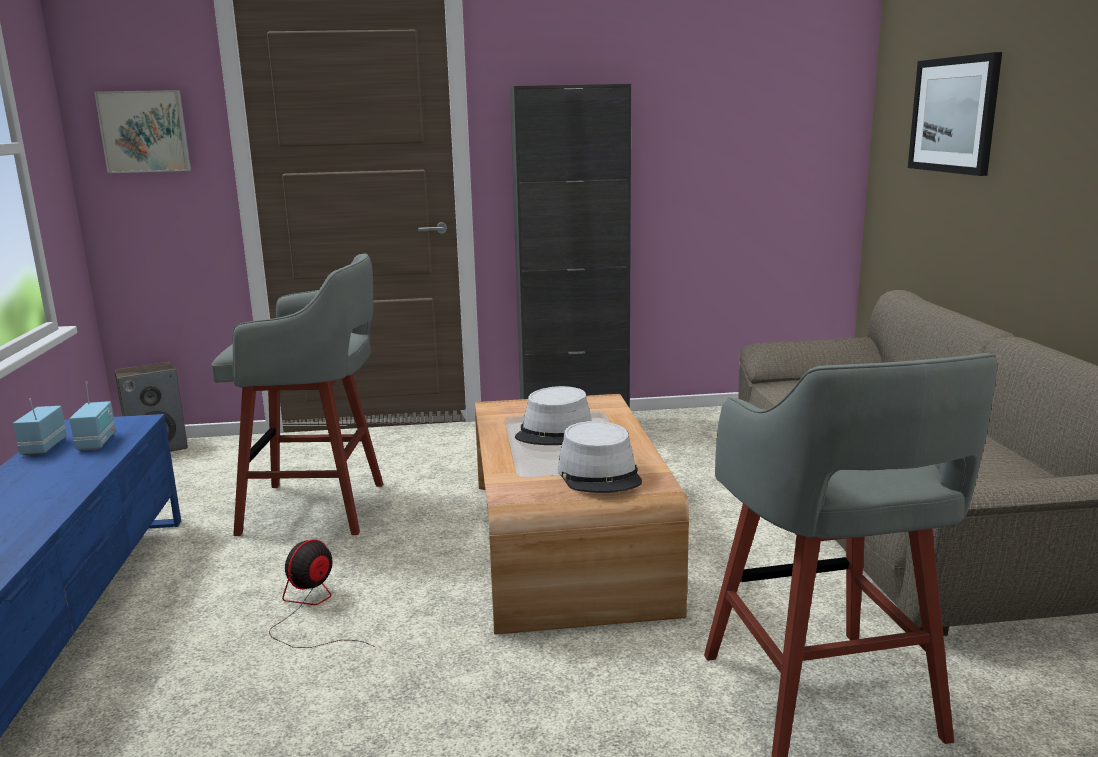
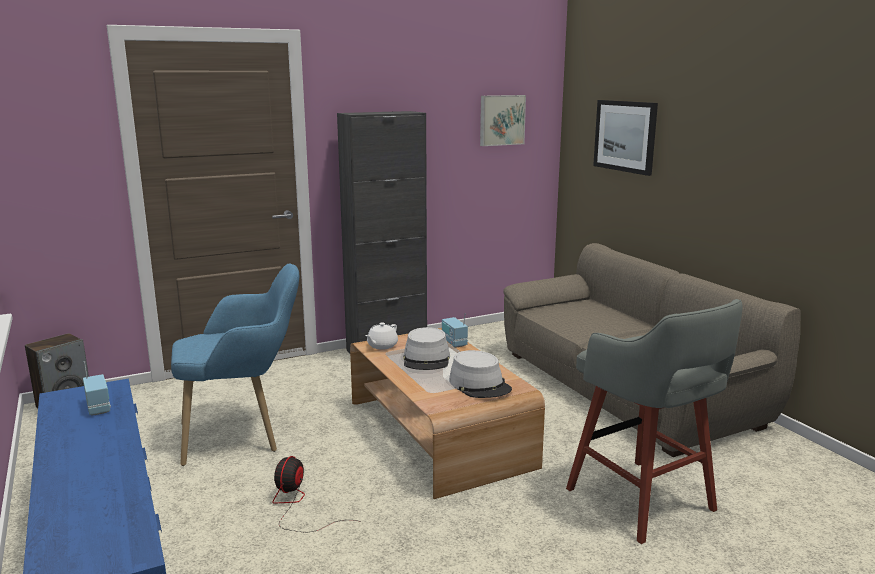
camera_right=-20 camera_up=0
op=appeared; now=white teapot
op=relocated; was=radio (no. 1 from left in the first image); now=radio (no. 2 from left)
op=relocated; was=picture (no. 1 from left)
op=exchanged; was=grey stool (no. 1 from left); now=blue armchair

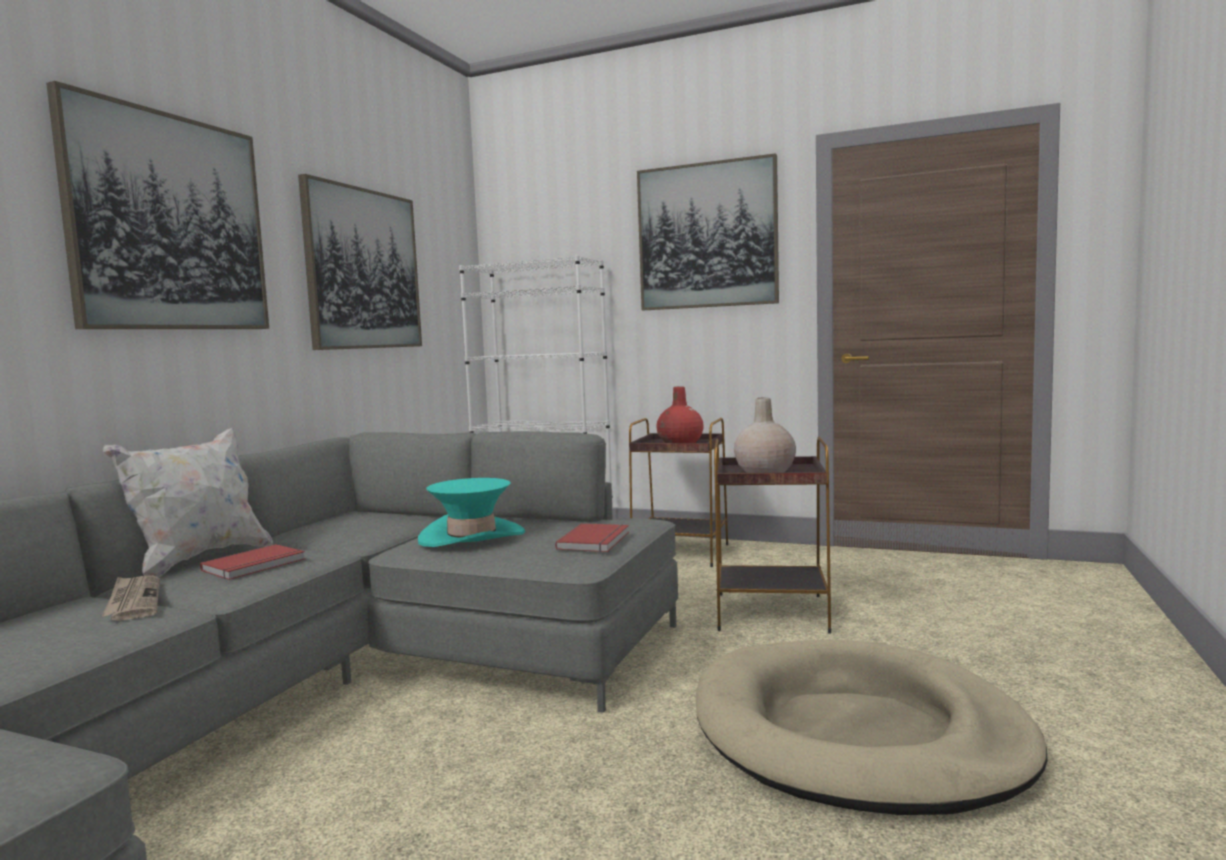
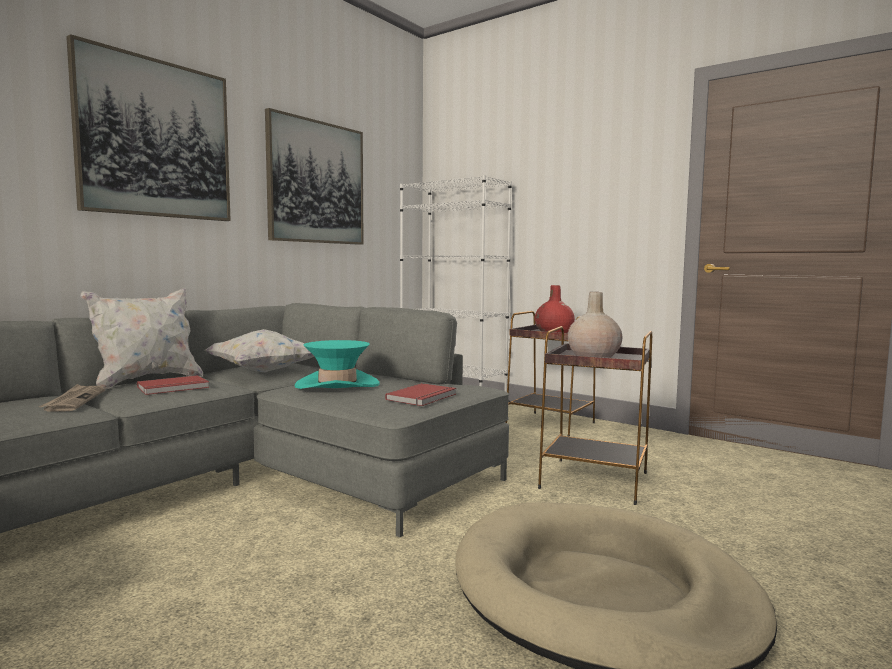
camera_right=15 camera_up=0
op=missing; was=picture (no. 3 from left)
op=appeared; now=white pillow (no. 2 from left)

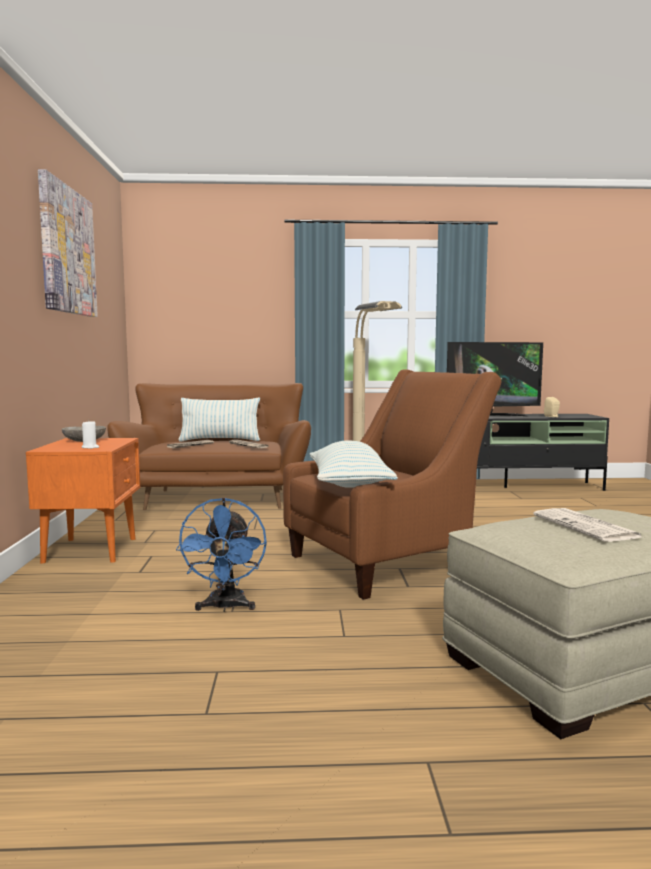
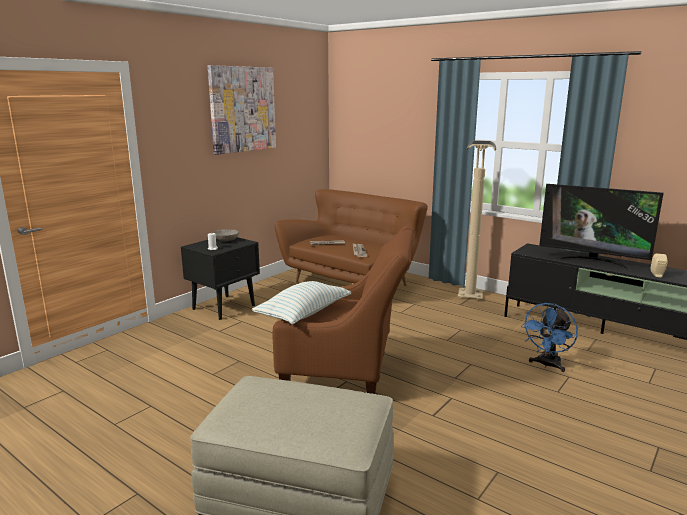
camera_right=40 camera_up=10
op=missing; was=pillow (no. 1 from left)
op=missing; was=newspaper (no. 3 from left)
op=relocated; was=blue fan
op=colour; was=orange nightstand; now=black nightstand

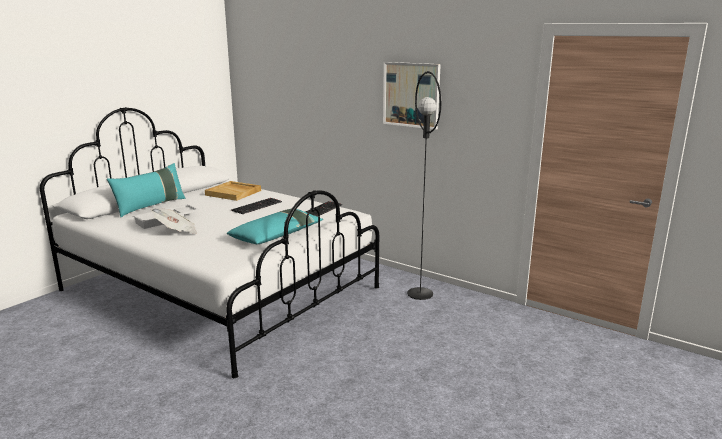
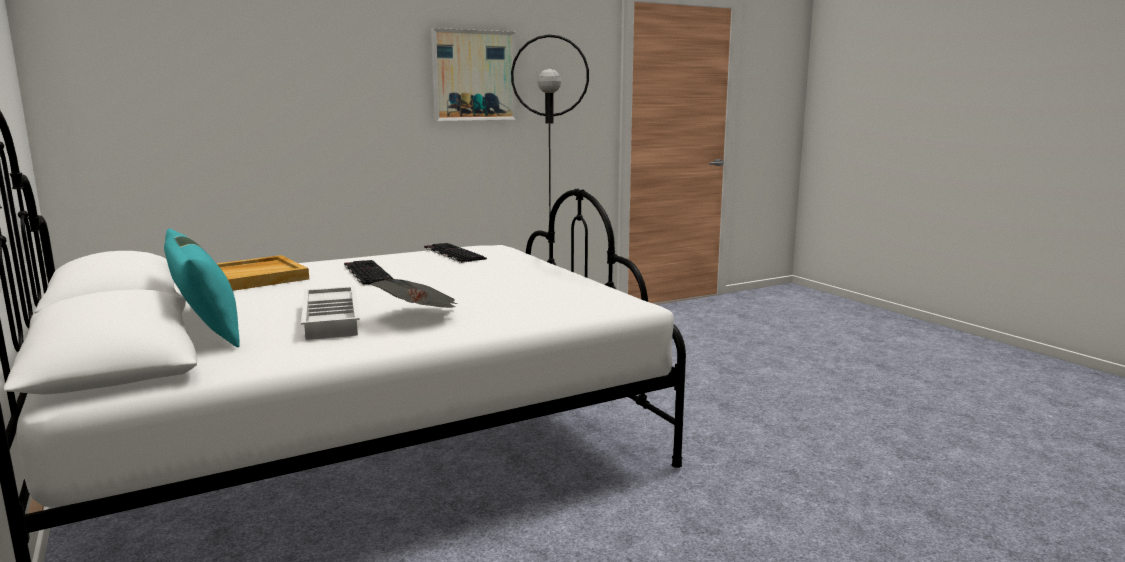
camera_right=-65 camera_up=-5
op=missing; was=turquoise pillow (no. 2 from left)

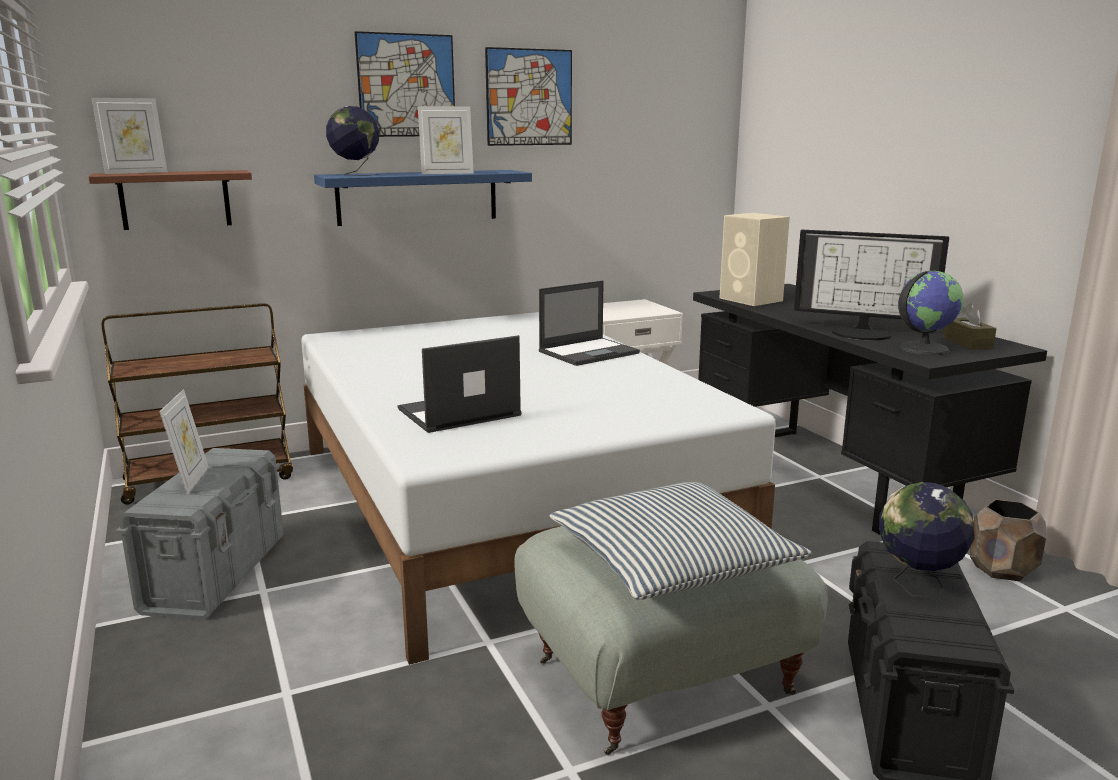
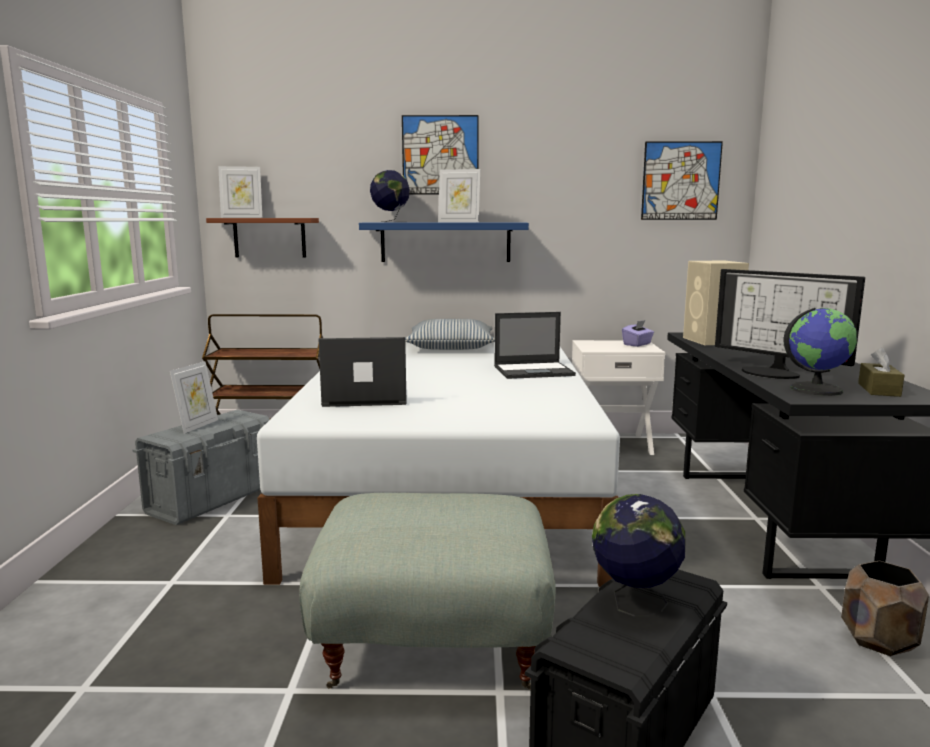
camera_right=25 camera_up=-5
op=appeared; now=purple tissue box
op=relocated; was=picture (no. 2 from left)
op=relocated; was=pillow

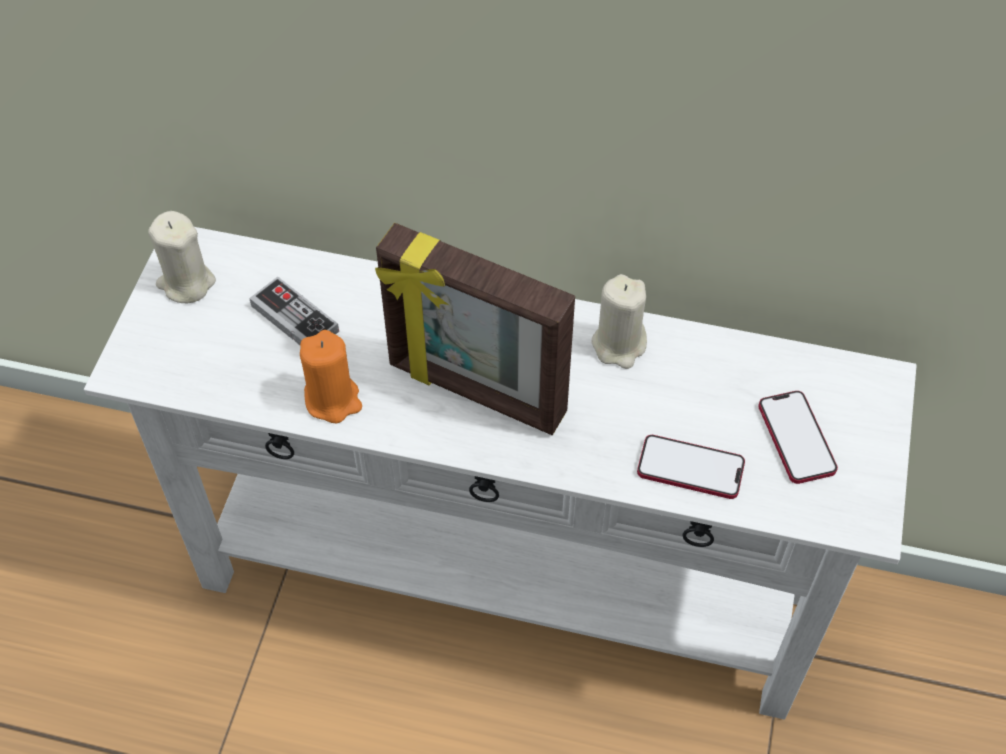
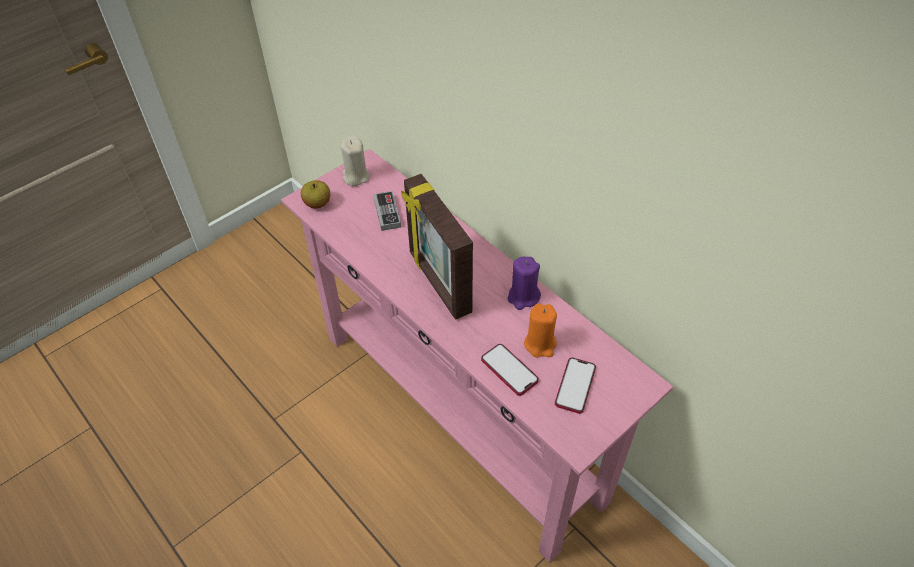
camera_right=35 camera_up=-5
op=appeared; now=apple
op=relocated; was=orange candle
op=colour; was=white console table; now=pink console table
op=colour; was=beige candle (no. 2 from left); now=purple candle

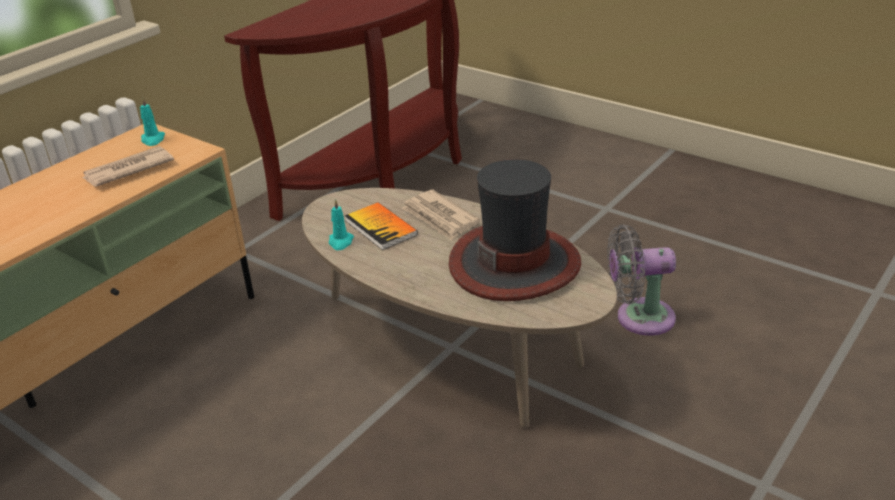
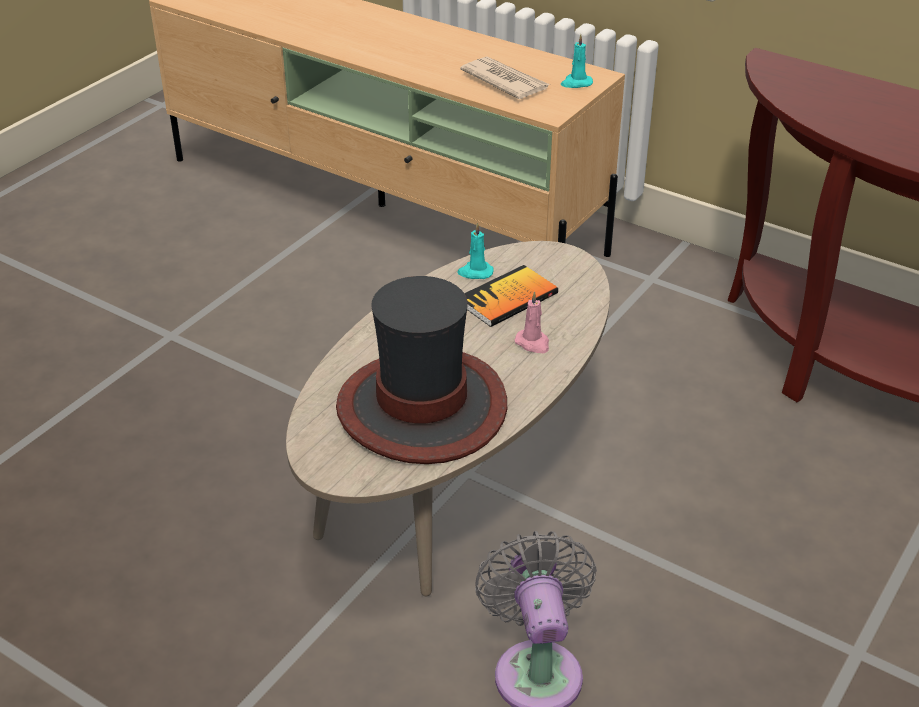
camera_right=85 camera_up=5
op=exchanged; was=newspaper (no. 2 from left); now=pink candle

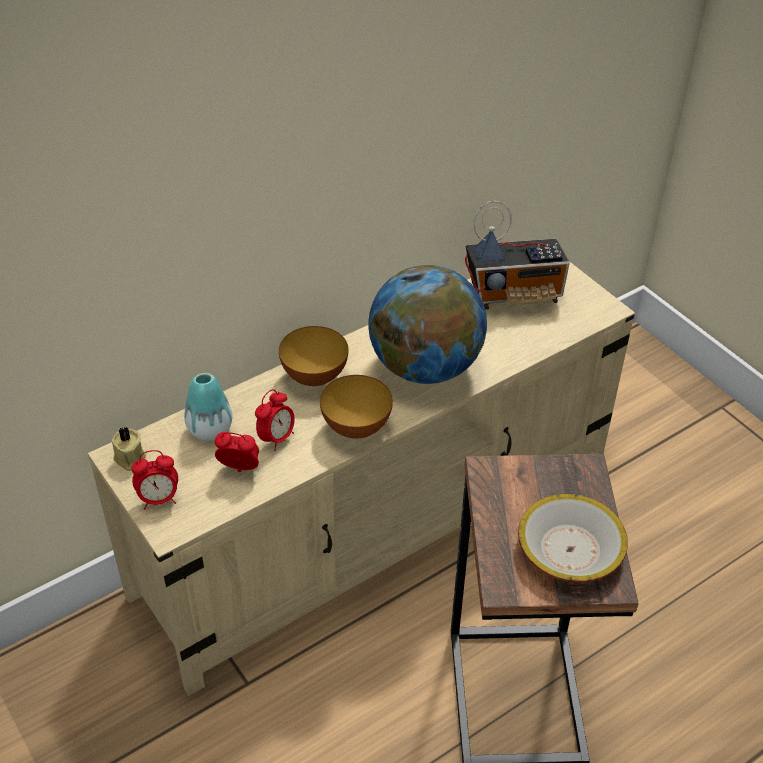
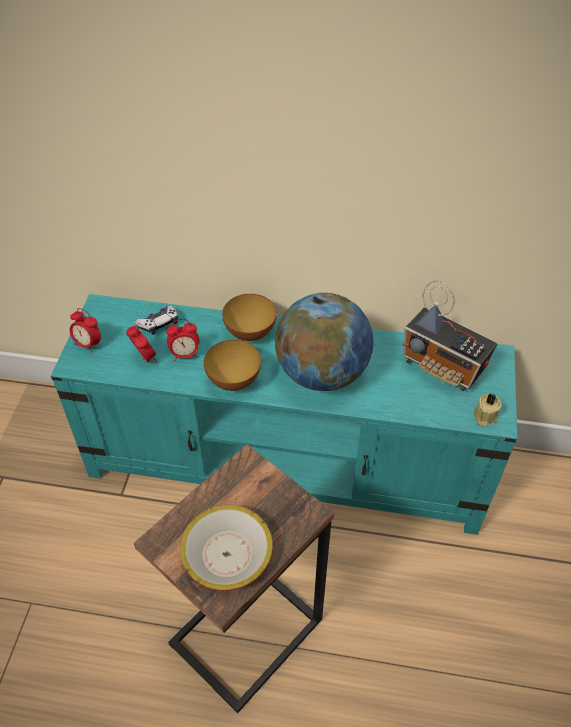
camera_right=45 camera_up=5
op=relocated; was=beige candle
op=exchanged; was=vase; now=game controller
op=colour; was=beige tv stand; now=turquoise tv stand

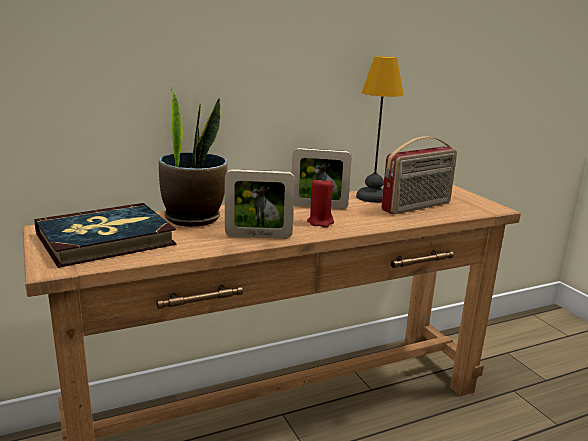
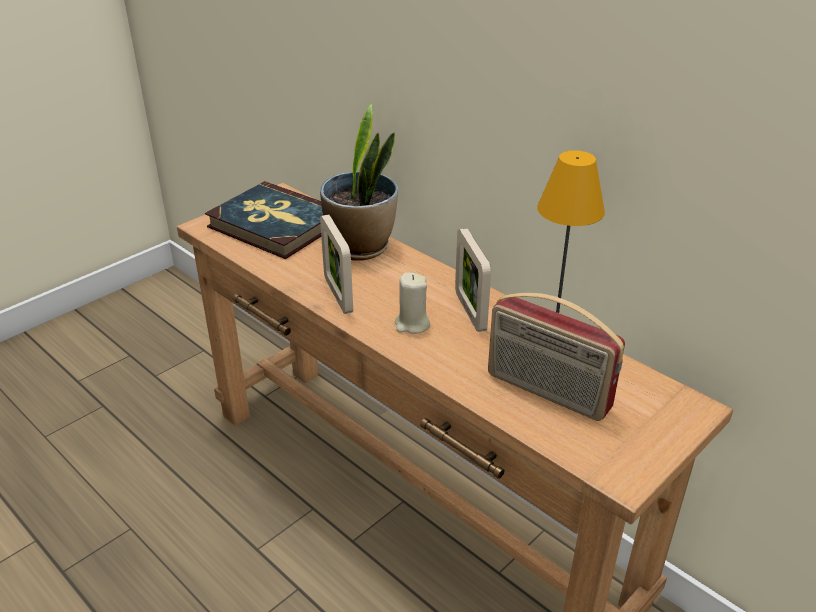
camera_right=70 camera_up=15
op=colour; was=red candle; now=beige candle

